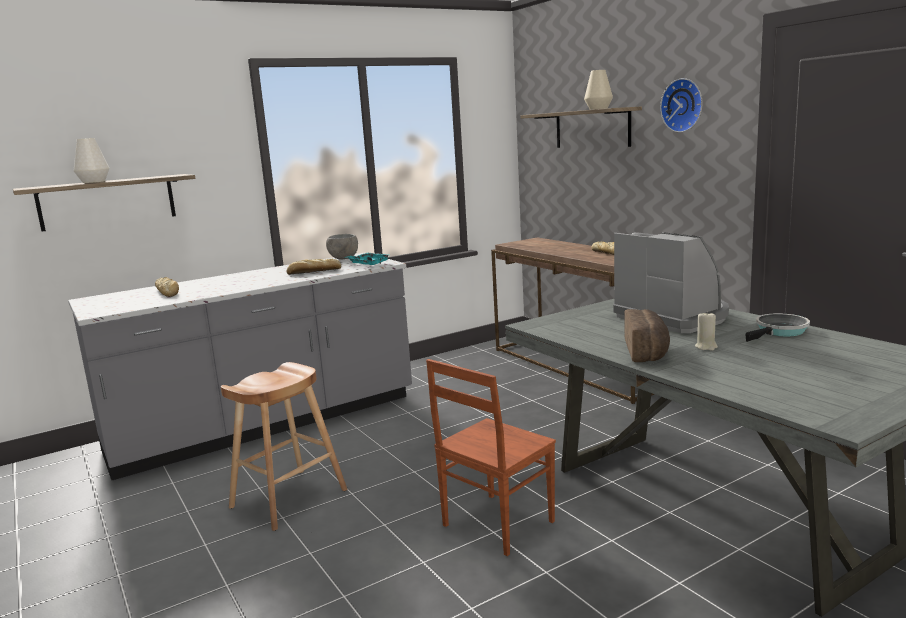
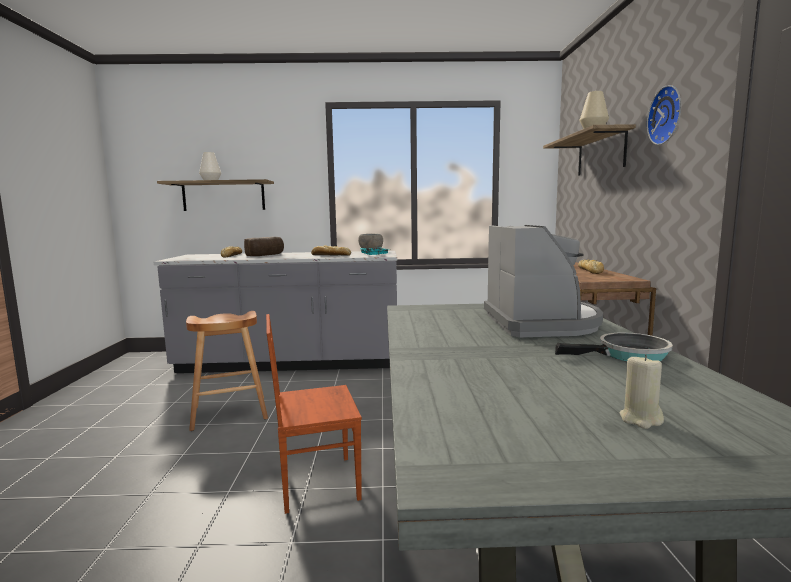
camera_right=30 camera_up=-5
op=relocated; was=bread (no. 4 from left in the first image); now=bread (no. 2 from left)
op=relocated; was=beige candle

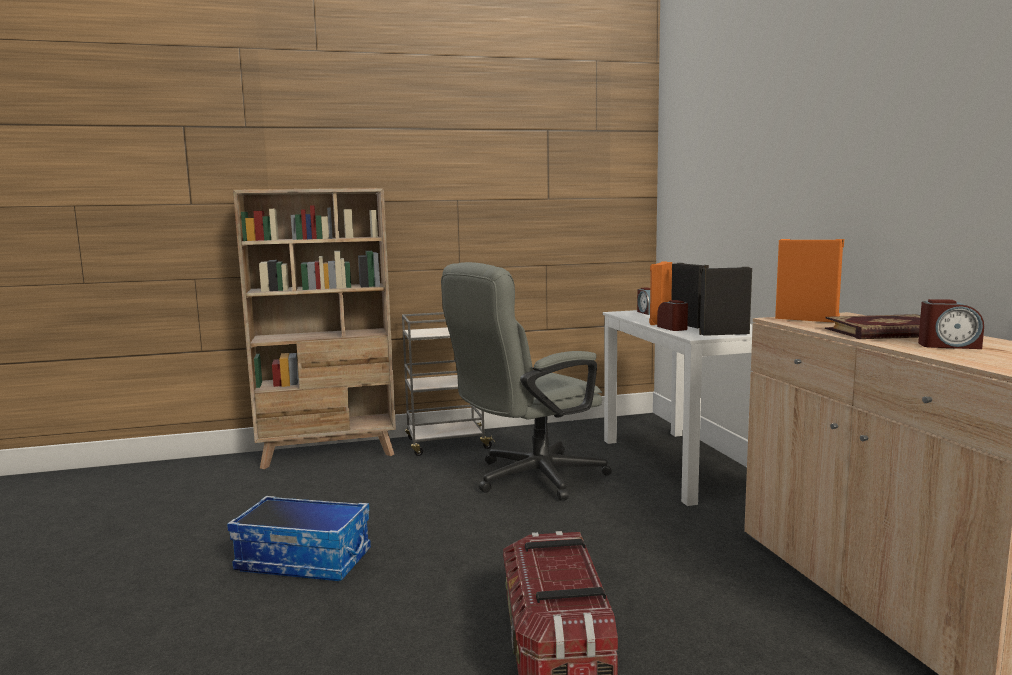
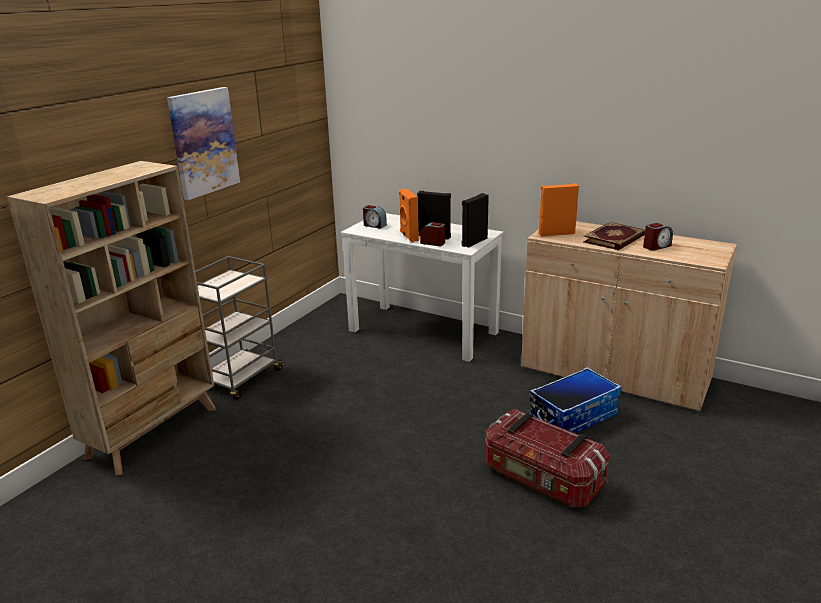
camera_right=-45 camera_up=15
op=missing; was=grey office chair
op=appeared; now=picture
op=relocated; was=storage box (no. 1 from left in the first image); now=storage box (no. 2 from left)

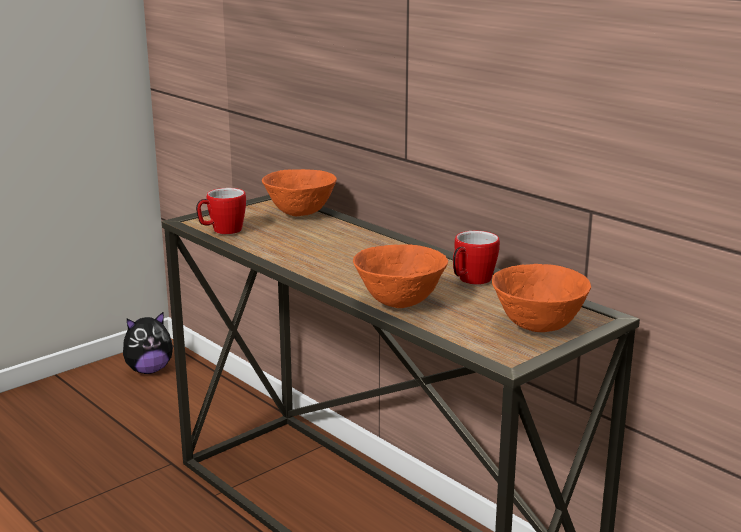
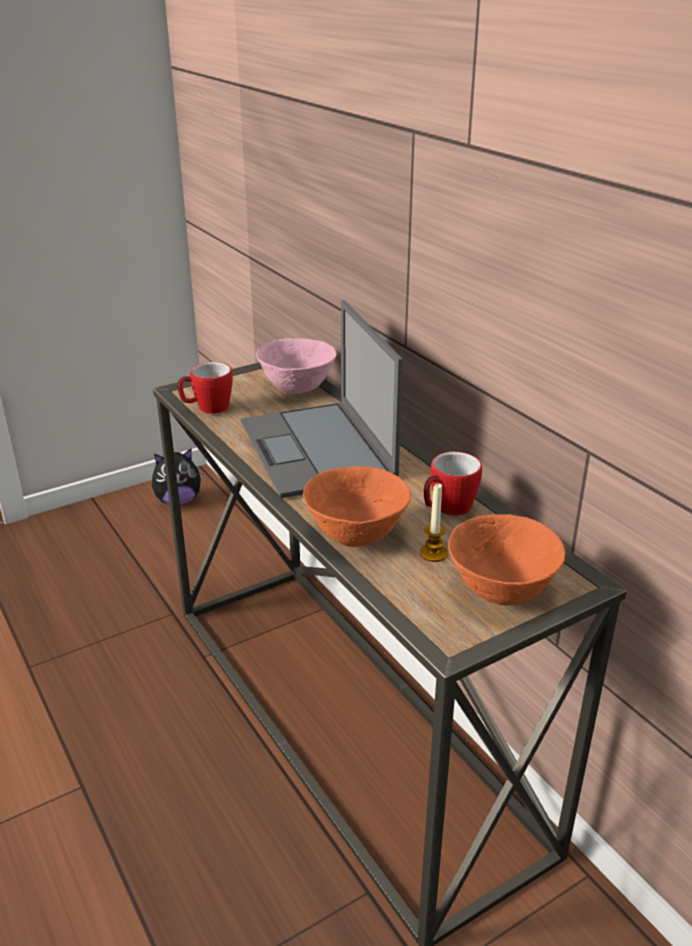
camera_right=10 camera_up=10
op=appeared; now=laptop
op=appeared; now=candle
op=colour; was=orange bowl (no. 1 from left); now=pink bowl

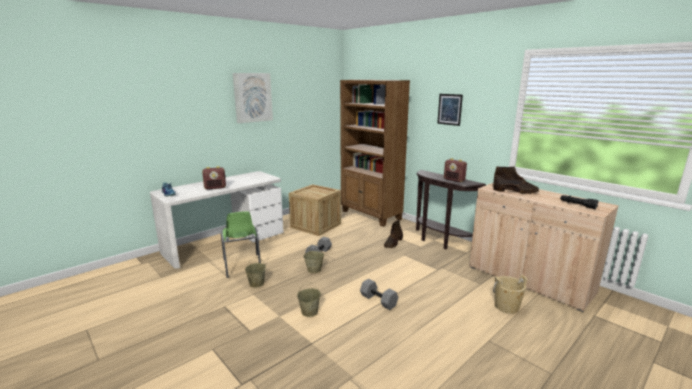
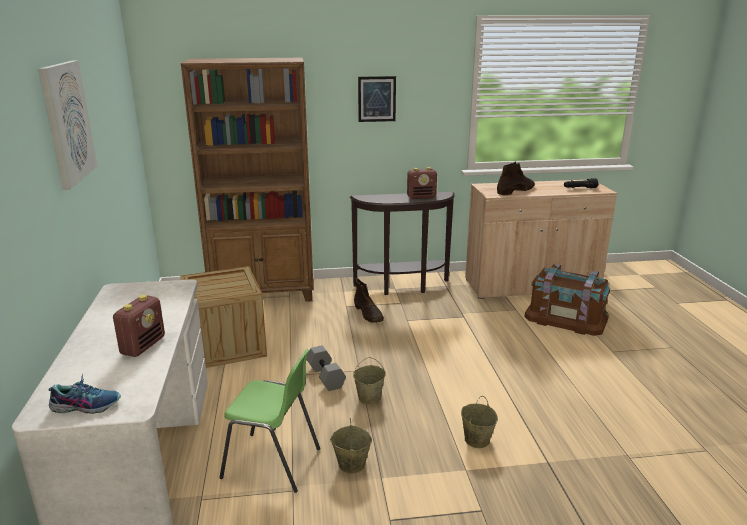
camera_right=-55 camera_up=5
op=missing; was=grey dumbbell (no. 2 from left)
op=exchanged; was=beige bucket (no. 4 from left); now=brown storage box

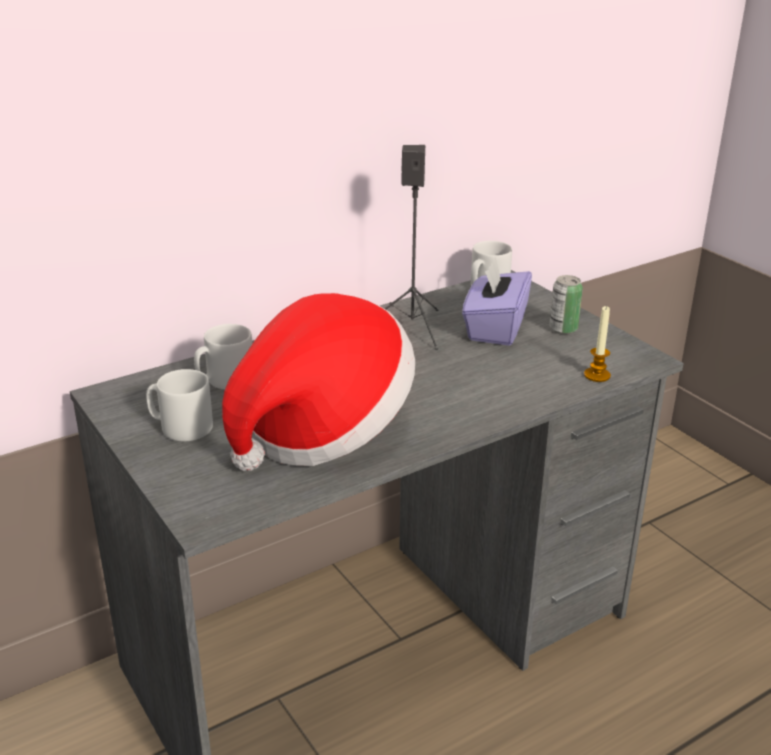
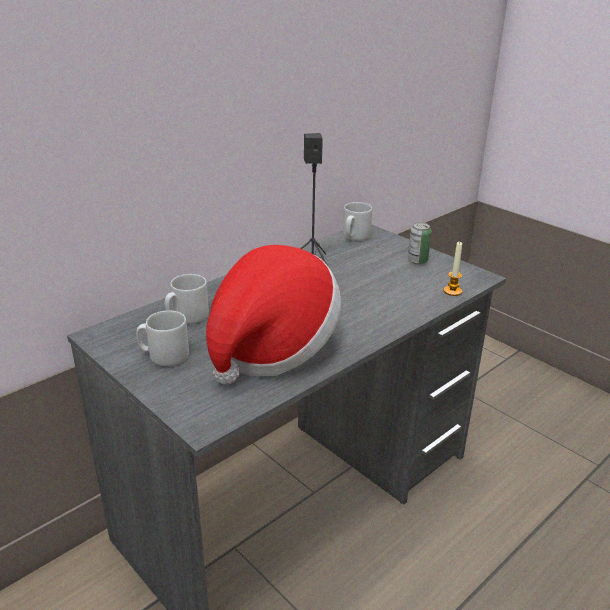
camera_right=-10 camera_up=0
op=missing; was=purple tissue box

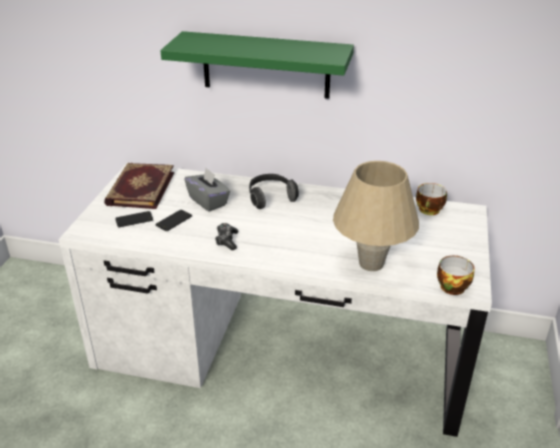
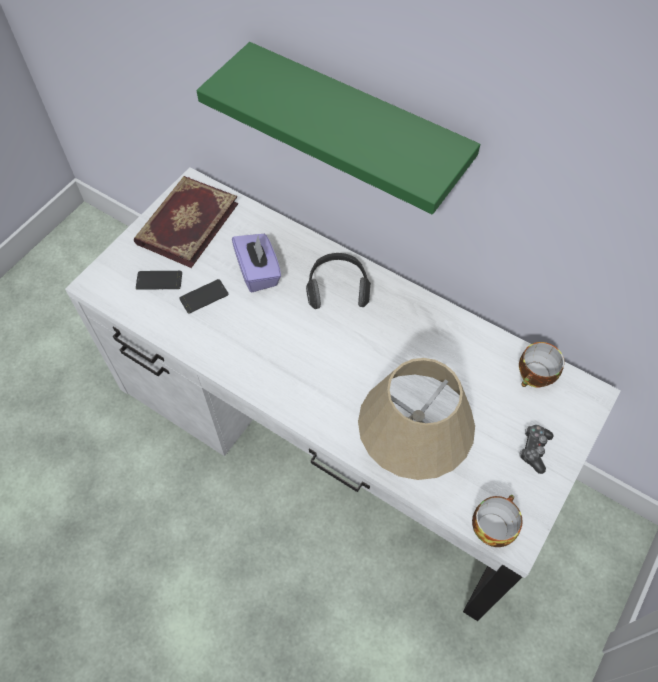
camera_right=20 camera_up=25
op=relocated; was=game controller
op=colour; was=grey tissue box; now=purple tissue box

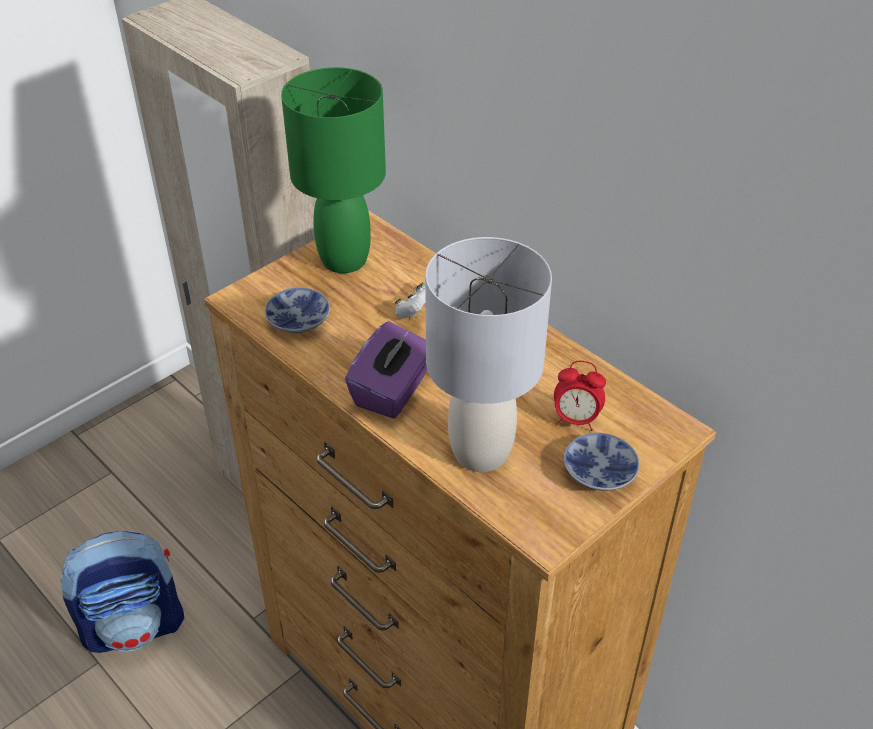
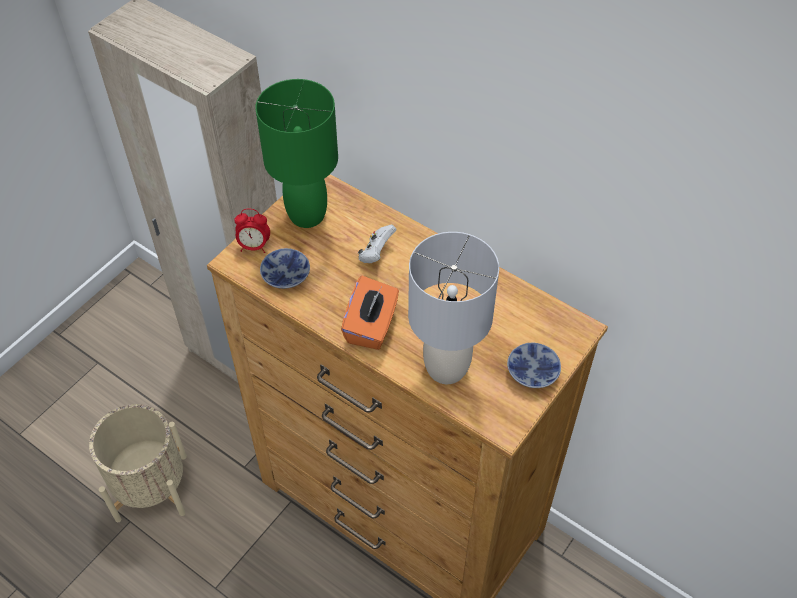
camera_right=-10 camera_up=10
op=relocated; was=alarm clock
op=exchanged; was=backpack; now=beige planter
op=colour; was=purple tissue box; now=orange tissue box

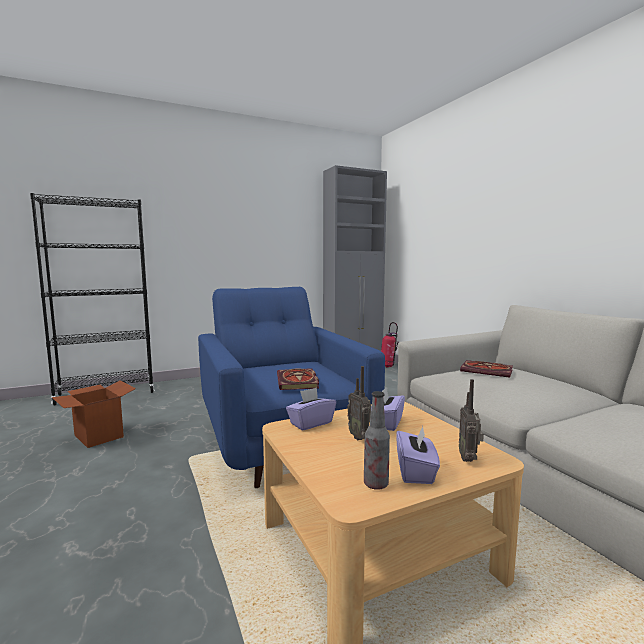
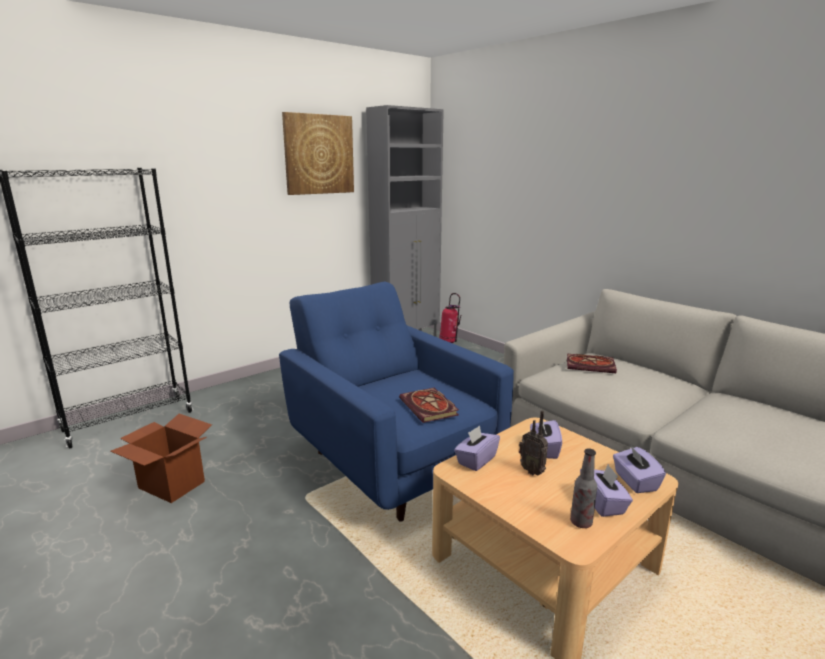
camera_right=-15 camera_up=10
op=appeared; now=picture
op=exchanged; was=radio (no. 2 from left); now=purple tissue box (no. 4 from left)

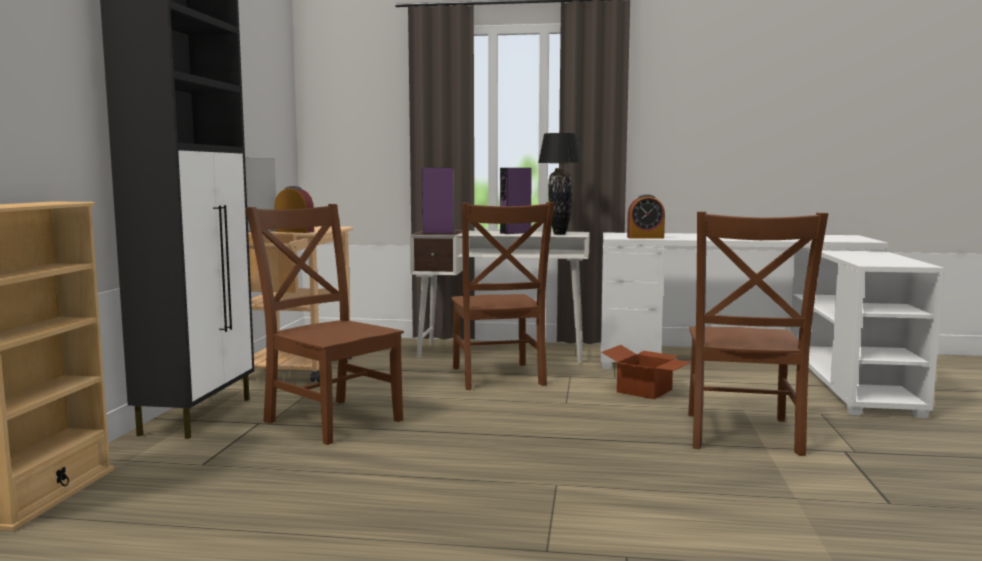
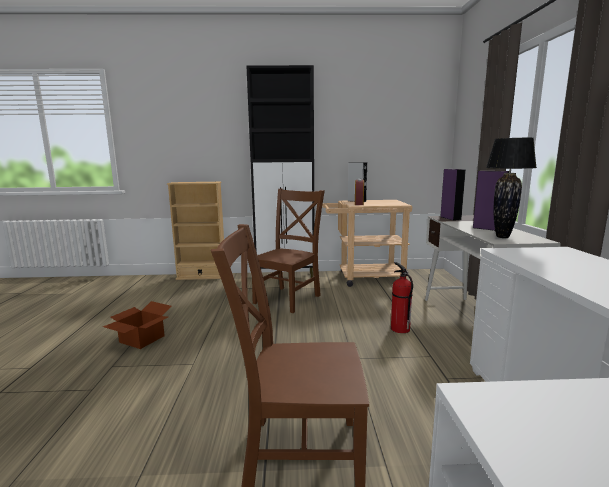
camera_right=80 camera_up=5
op=missing; was=alarm clock (no. 2 from left)
op=relocated; was=cardboard box
op=exchanged; was=brown chair (no. 2 from left); now=fire extinguisher

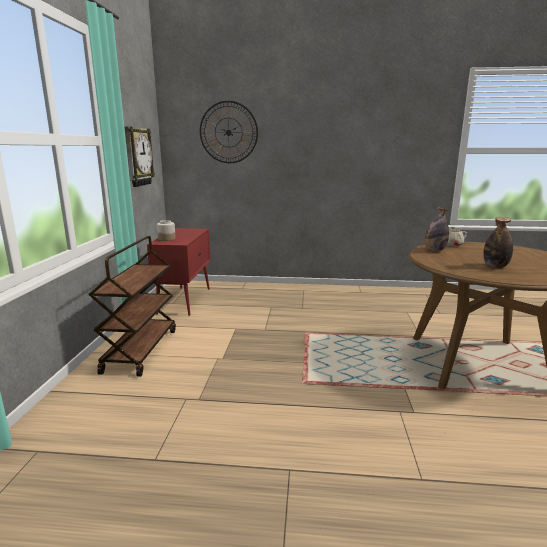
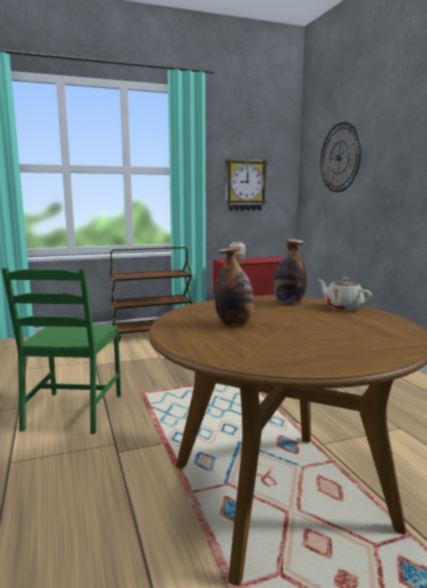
camera_right=65 camera_up=-5
op=appeared; now=green chair

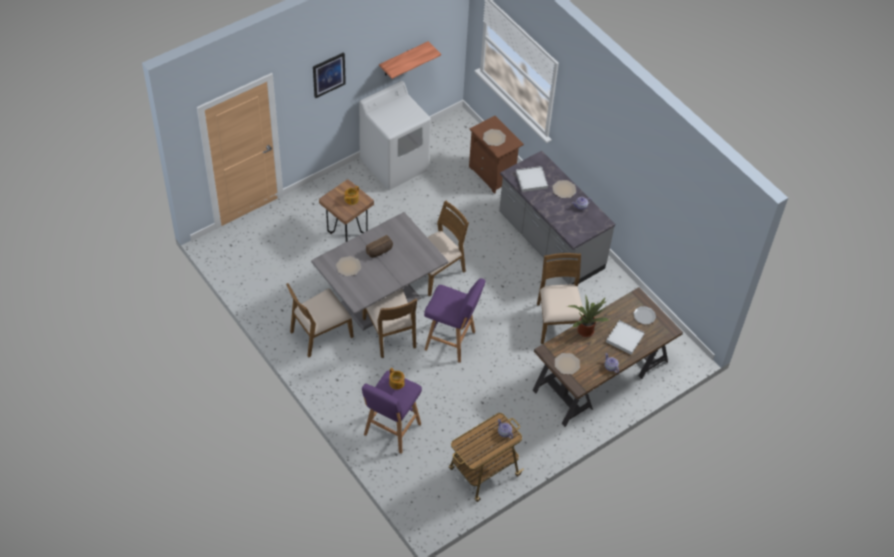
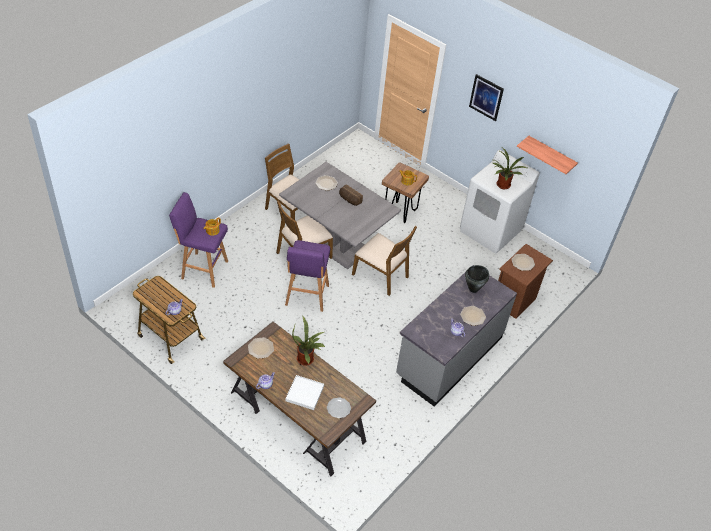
camera_right=75 camera_up=-5
op=missing; was=brown chair (no. 4 from left)
op=appeared; now=potted plant (no. 2 from left)
op=exchanged; was=white tray (no. 1 from left); now=black cooking pot

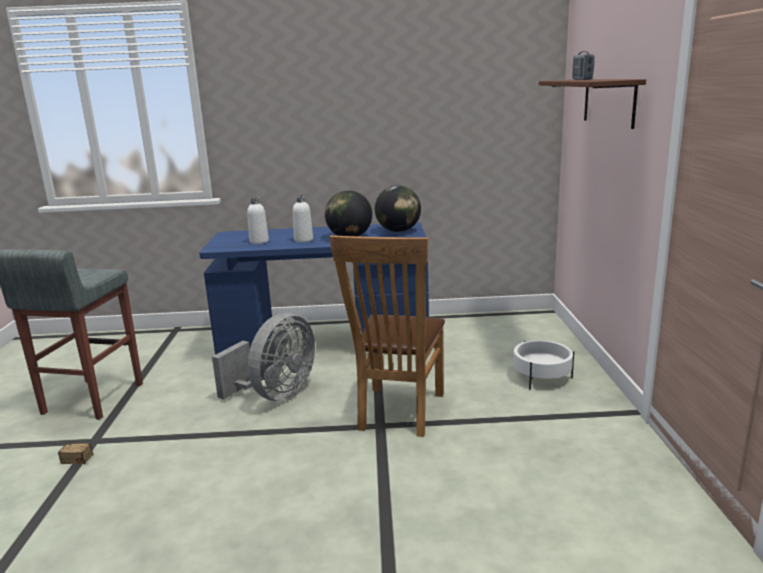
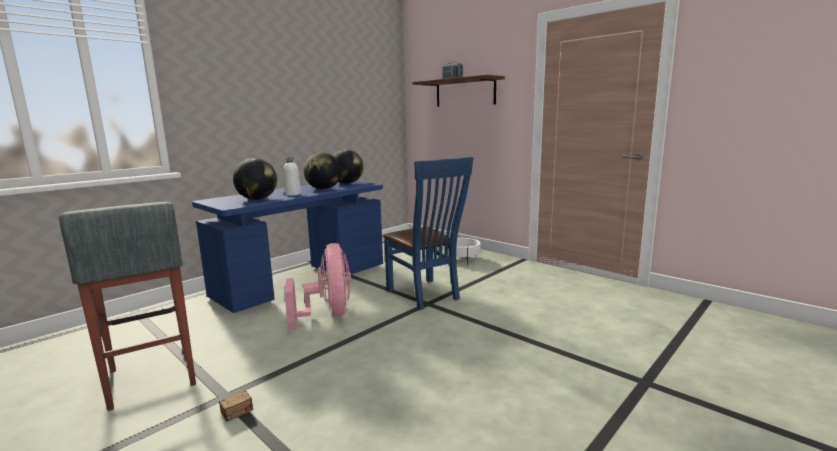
camera_right=-45 camera_up=-5
op=exchanged; was=white bottle (no. 1 from left); now=globe (no. 1 from left)
op=colour; was=grey fan; now=pink fan
op=colour; was=brown chair; now=blue chair

